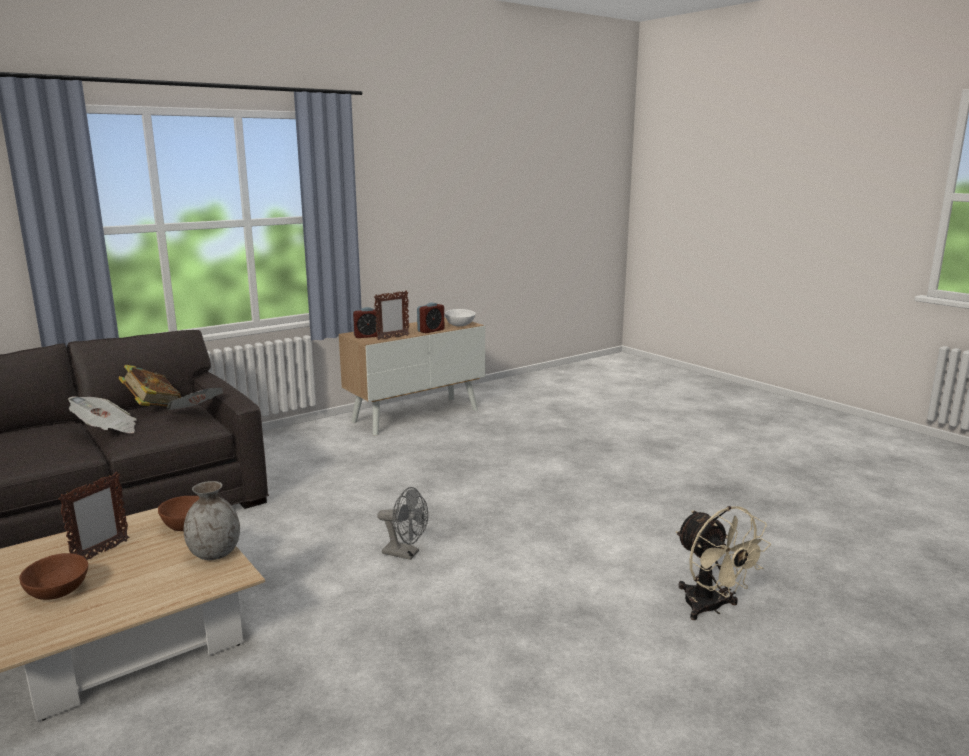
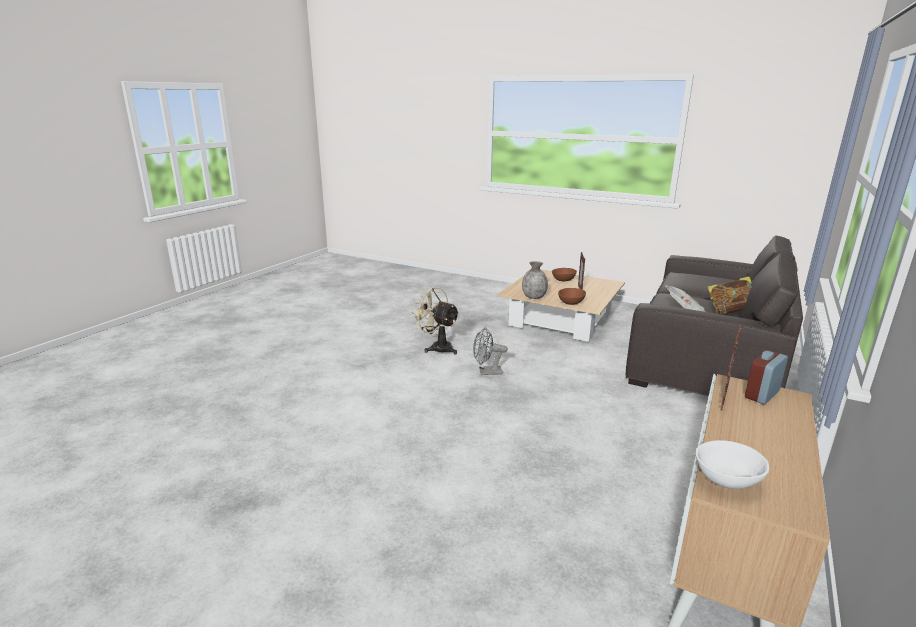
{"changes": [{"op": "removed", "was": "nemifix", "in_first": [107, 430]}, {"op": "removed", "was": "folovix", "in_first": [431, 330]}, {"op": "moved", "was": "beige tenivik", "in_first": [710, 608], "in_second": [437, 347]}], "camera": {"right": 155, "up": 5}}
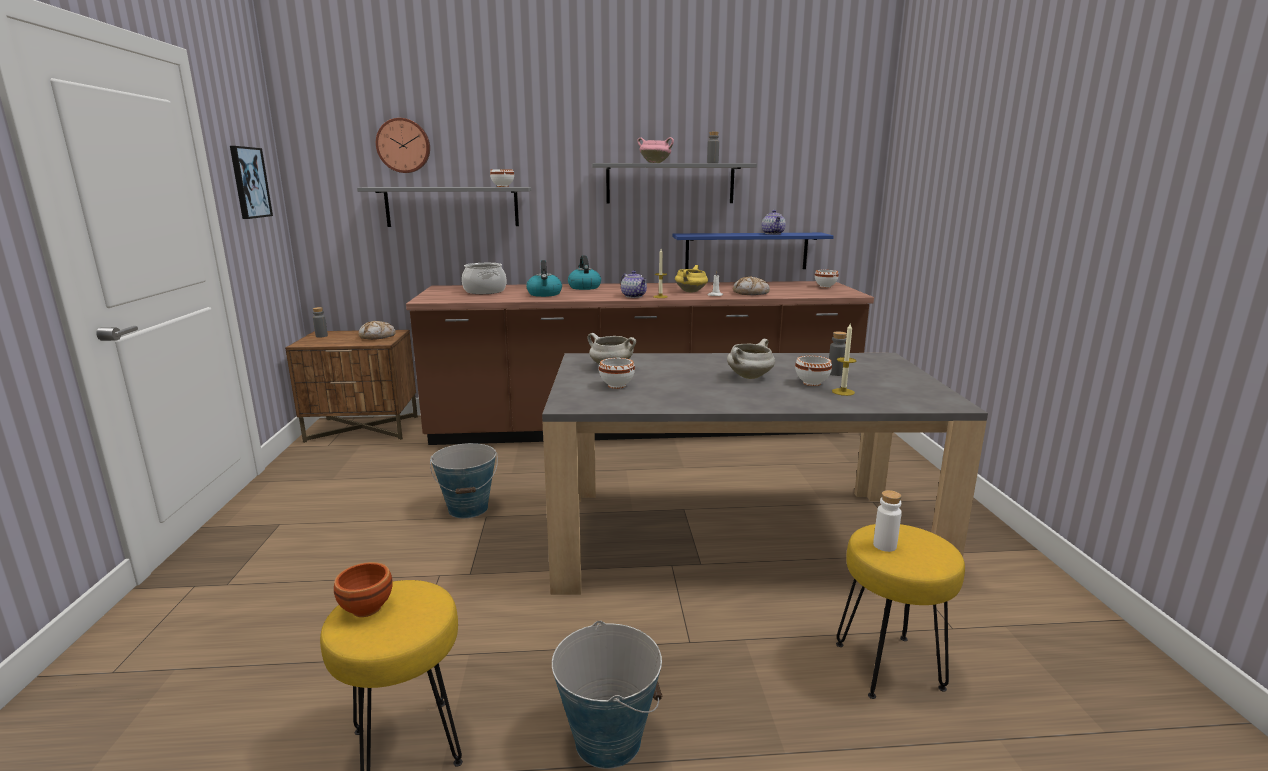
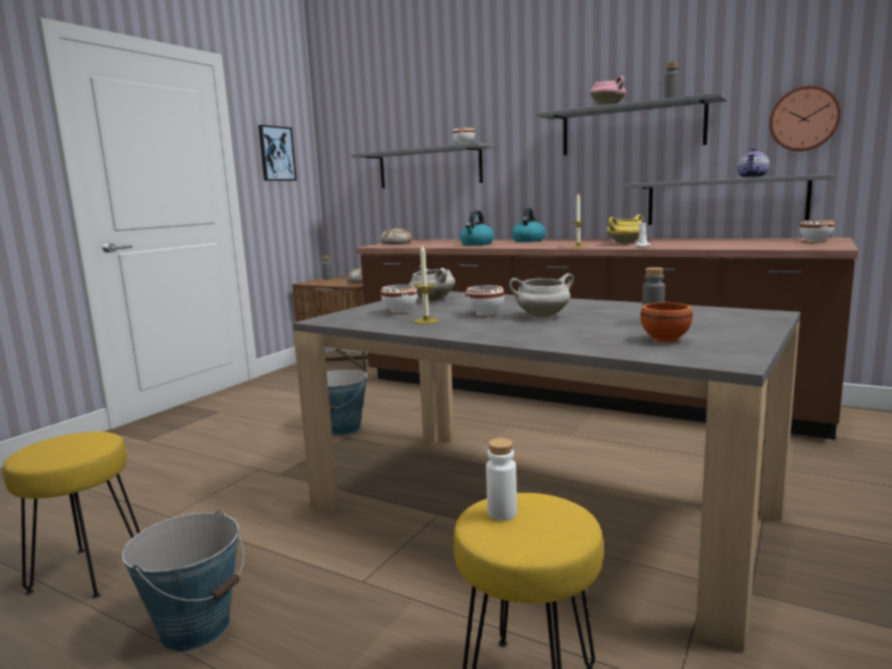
{"changes": [{"op": "removed", "was": "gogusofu", "in_first": [485, 291]}, {"op": "removed", "was": "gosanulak", "in_first": [634, 296]}, {"op": "moved", "was": "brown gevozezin", "in_first": [368, 608], "in_second": [666, 340]}, {"op": "moved", "was": "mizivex", "in_first": [404, 145], "in_second": [804, 119]}, {"op": "moved", "was": "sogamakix", "in_first": [751, 293], "in_second": [396, 243]}, {"op": "moved", "was": "white gevozezin", "in_first": [811, 383], "in_second": [484, 314]}, {"op": "moved", "was": "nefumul", "in_first": [843, 392], "in_second": [426, 321]}, {"op": "recoloured", "was": "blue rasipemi", "now": "grey rasipemi", "in_first": [746, 251], "in_second": [725, 201]}], "camera": {"right": 35, "up": -5}}
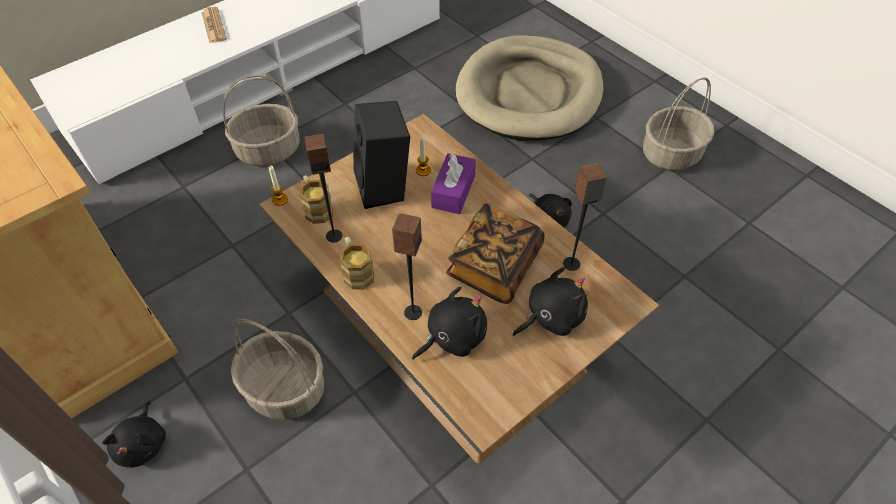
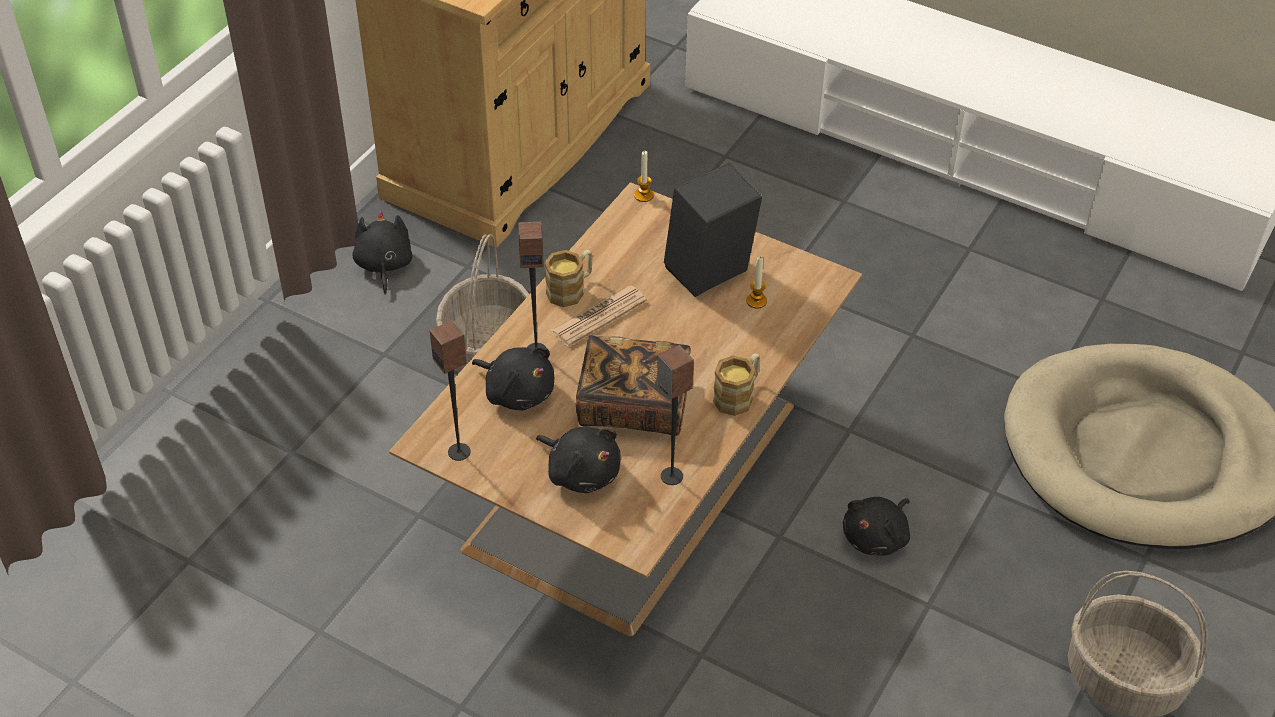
{"changes": [{"op": "removed", "was": "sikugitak", "in_first": [269, 150]}, {"op": "removed", "was": "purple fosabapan", "in_first": [453, 191]}, {"op": "moved", "was": "nemifix", "in_first": [214, 26], "in_second": [598, 316]}, {"op": "moved", "was": "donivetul", "in_first": [316, 208], "in_second": [738, 395]}, {"op": "moved", "was": "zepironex", "in_first": [334, 235], "in_second": [459, 452]}, {"op": "turned", "was": "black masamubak", "in_first": [143, 444], "in_second": [383, 266], "clockwise": 105}], "camera": {"right": 70, "up": -5}}
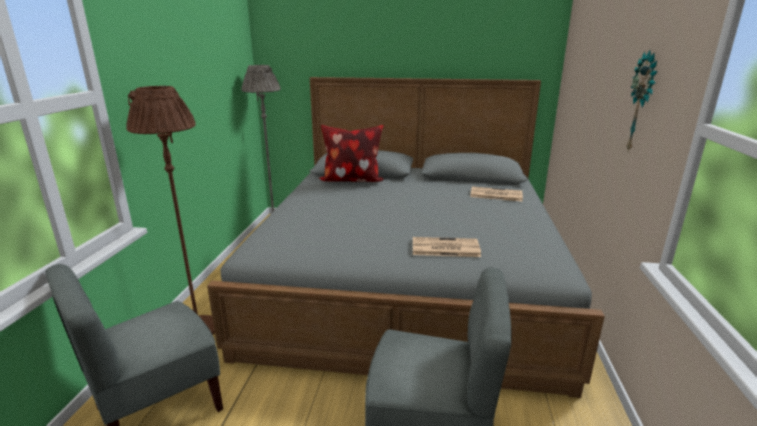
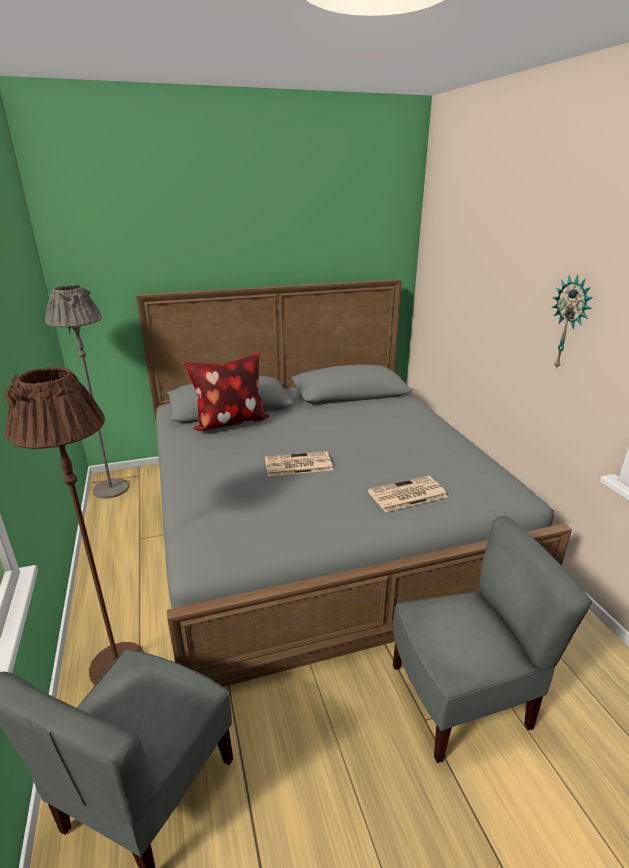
{"changes": [{"op": "moved", "was": "nemifix", "in_first": [495, 195], "in_second": [297, 465]}], "camera": {"right": -25, "up": 5}}
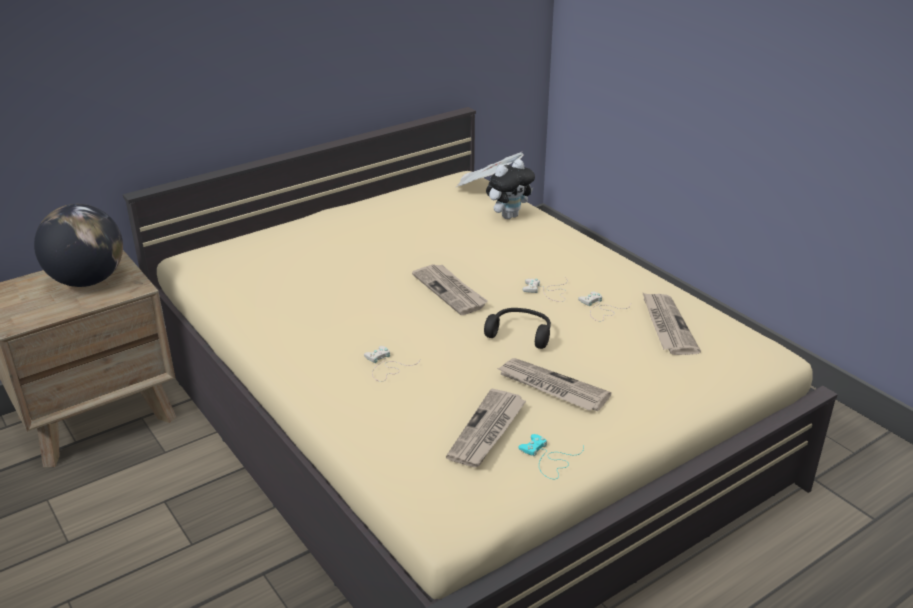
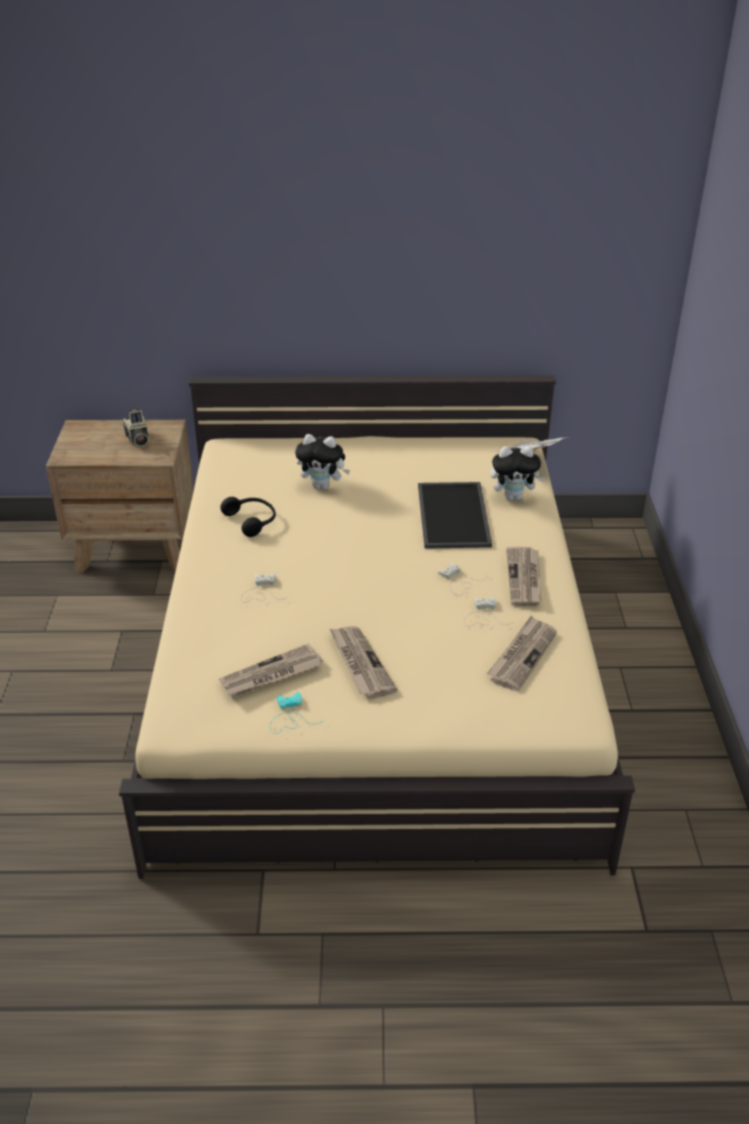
{"changes": [{"op": "added", "now": "masamubak", "in_second": [323, 486]}, {"op": "added", "now": "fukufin", "in_second": [455, 516]}, {"op": "moved", "was": "nemifix", "in_first": [450, 291], "in_second": [524, 578]}, {"op": "moved", "was": "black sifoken", "in_first": [520, 333], "in_second": [252, 521]}, {"op": "replaced", "was": "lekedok", "now": "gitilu", "in_first": [87, 281], "in_second": [137, 439]}], "camera": {"right": 35, "up": 5}}
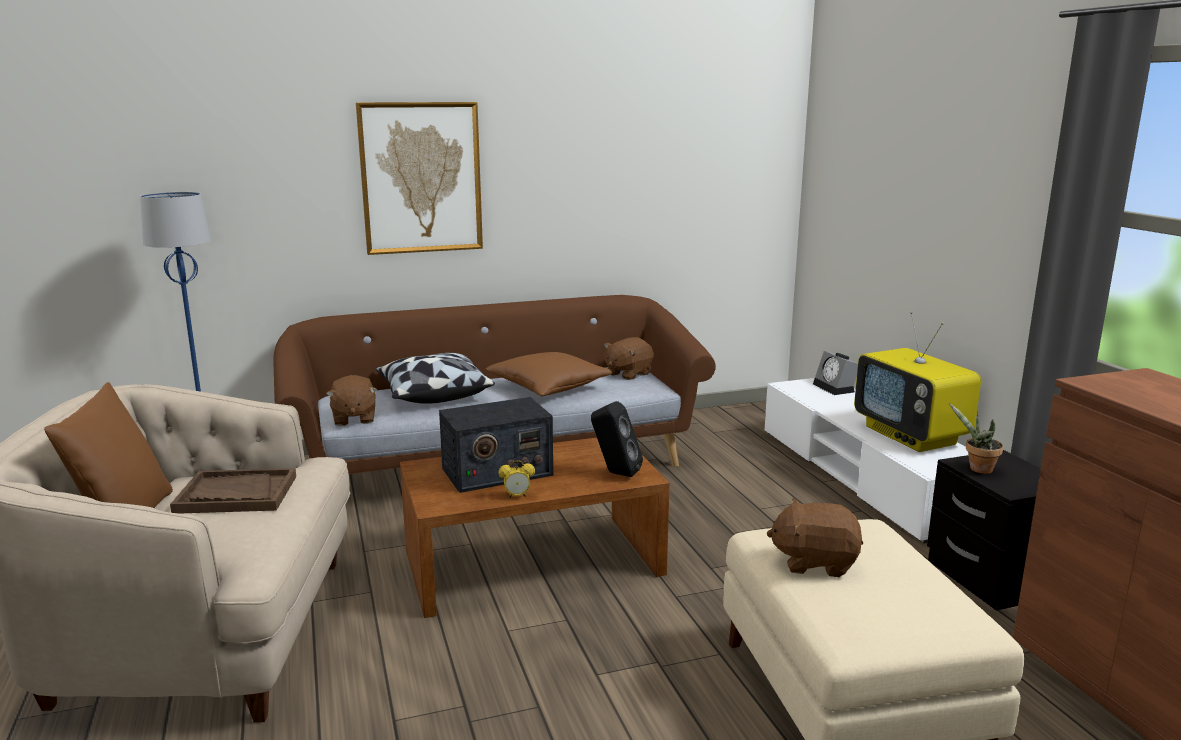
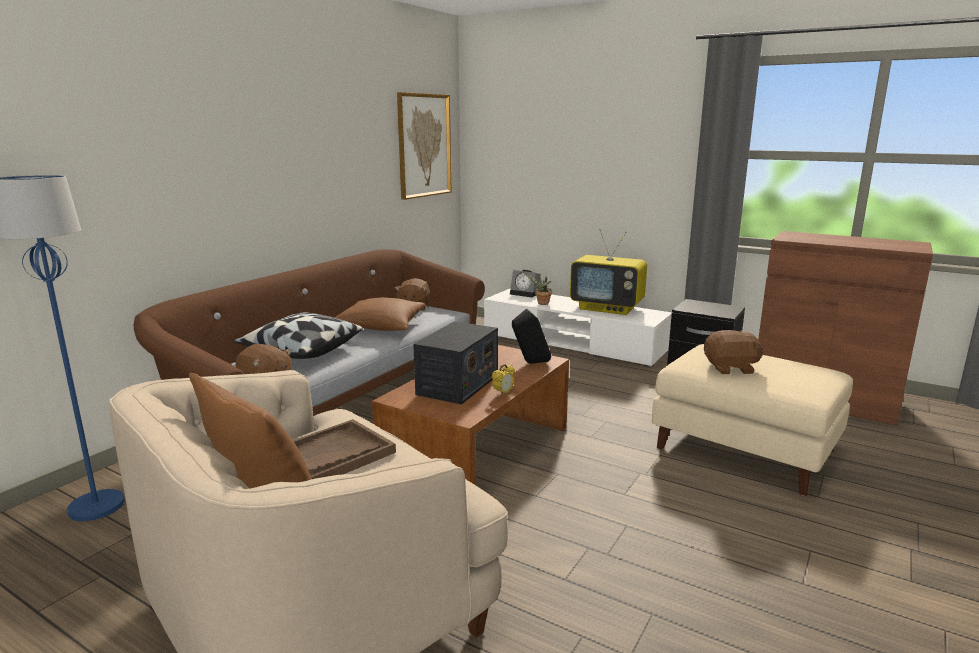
{"changes": [{"op": "moved", "was": "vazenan", "in_first": [421, 178], "in_second": [424, 145]}, {"op": "moved", "was": "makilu", "in_first": [977, 469], "in_second": [541, 304]}, {"op": "turned", "was": "brown masamubak", "in_first": [814, 562], "in_second": [730, 368], "clockwise": -150}], "camera": {"right": -40, "up": 0}}
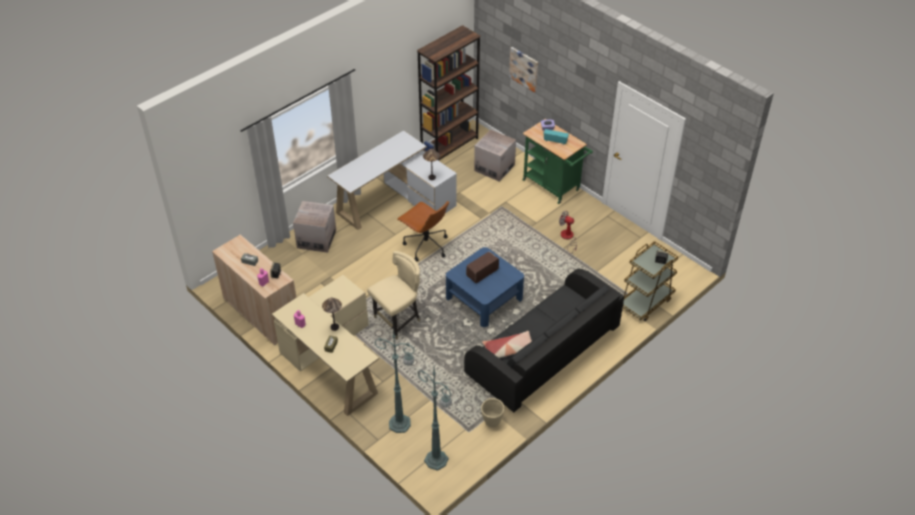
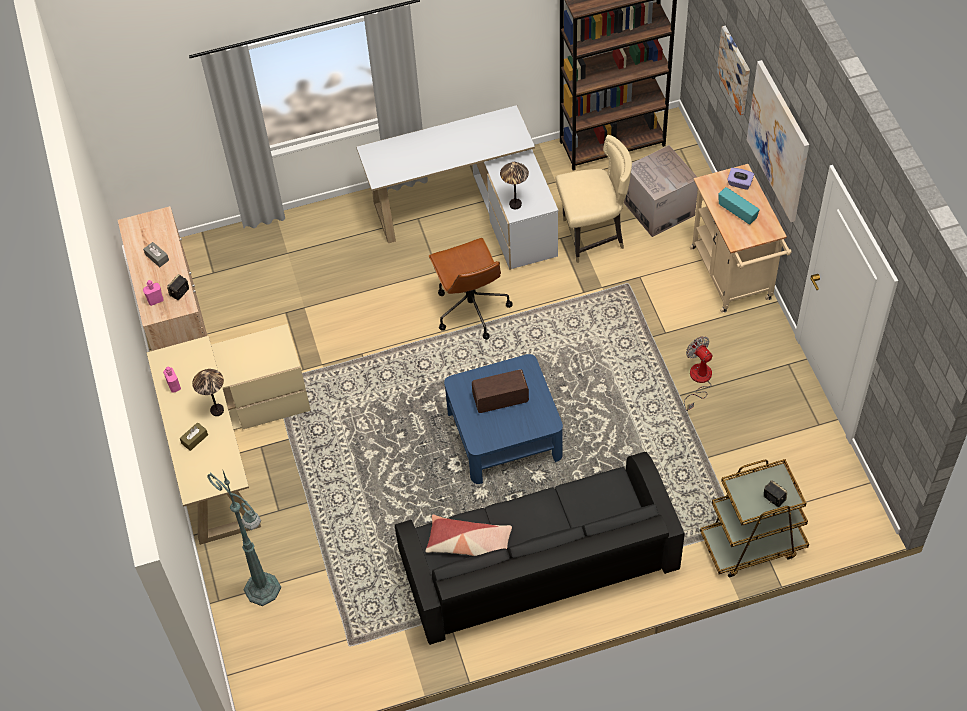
{"changes": [{"op": "removed", "was": "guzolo", "in_first": [316, 239]}, {"op": "removed", "was": "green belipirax", "in_first": [437, 461]}, {"op": "removed", "was": "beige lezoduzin", "in_first": [492, 422]}, {"op": "added", "now": "vazenan", "in_second": [778, 141]}, {"op": "moved", "was": "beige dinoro", "in_first": [398, 321], "in_second": [593, 236]}, {"op": "recoloured", "was": "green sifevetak", "now": "beige sifevetak", "in_first": [554, 187], "in_second": [733, 278]}], "camera": {"right": 30, "up": 10}}
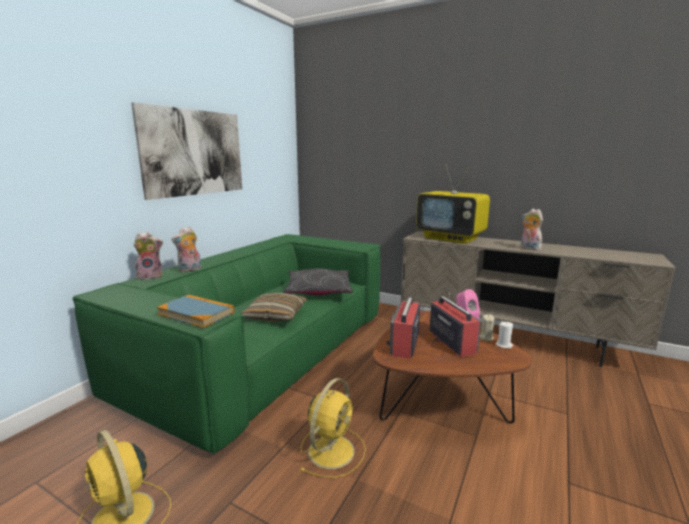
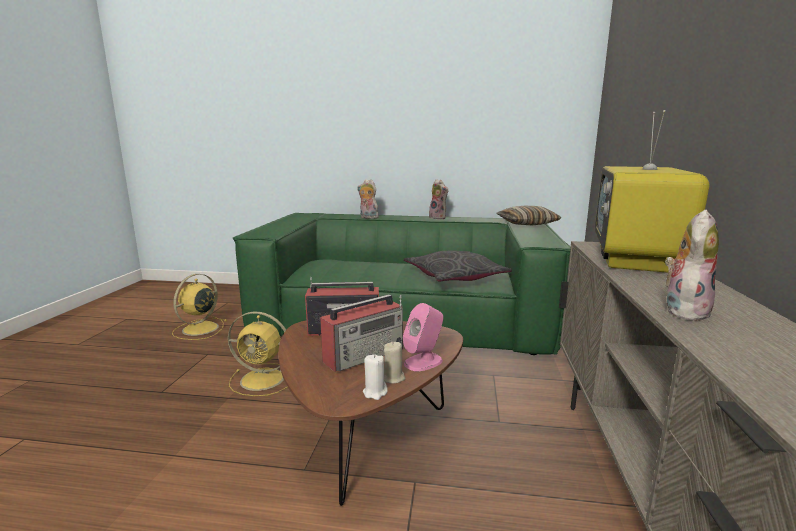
{"changes": [{"op": "removed", "was": "vazenan", "in_first": [194, 152]}, {"op": "removed", "was": "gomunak", "in_first": [196, 313]}, {"op": "moved", "was": "masamubak", "in_first": [151, 276], "in_second": [438, 218]}, {"op": "moved", "was": "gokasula", "in_first": [275, 315], "in_second": [527, 224]}], "camera": {"right": 70, "up": 0}}
